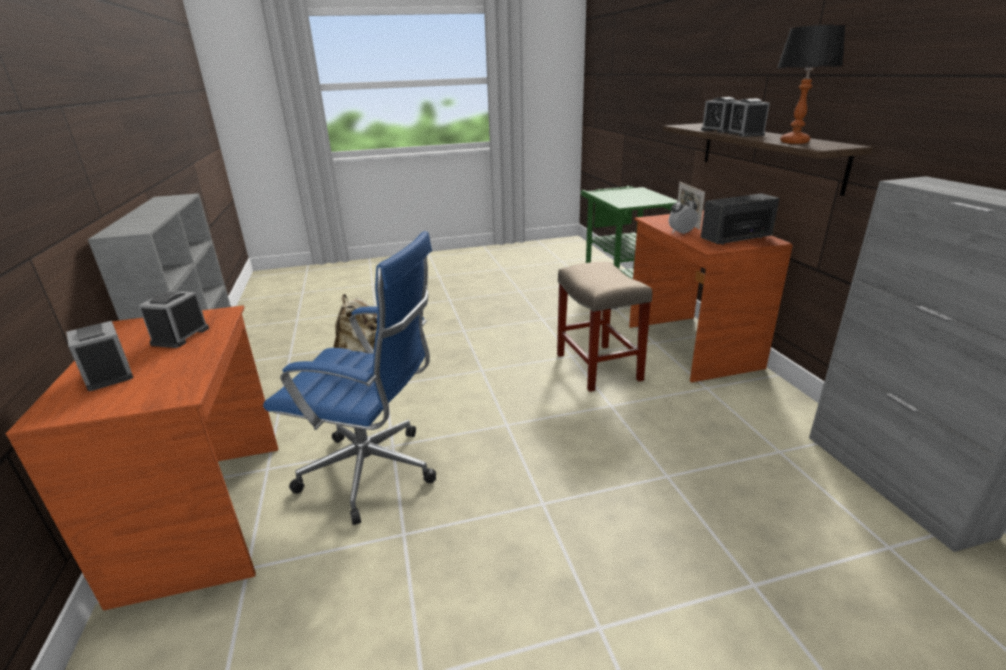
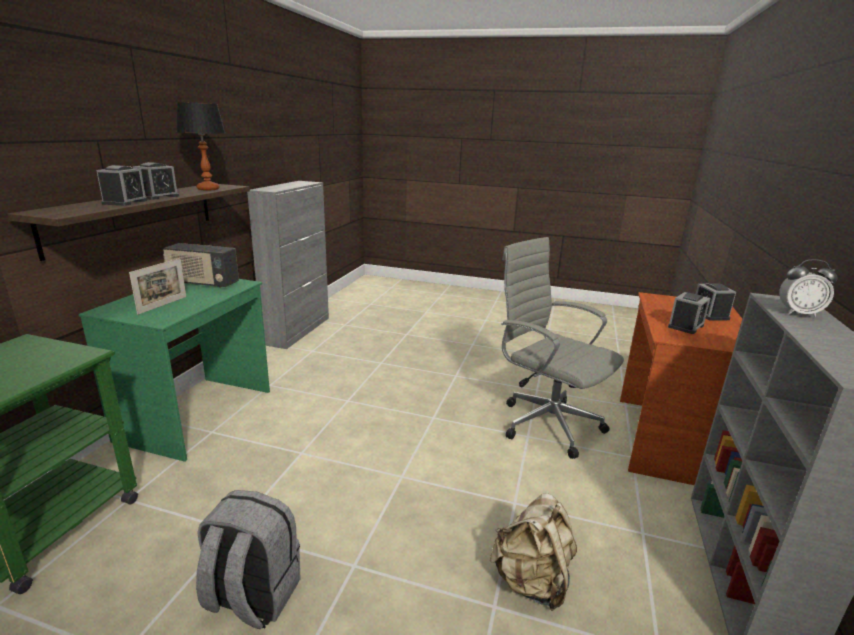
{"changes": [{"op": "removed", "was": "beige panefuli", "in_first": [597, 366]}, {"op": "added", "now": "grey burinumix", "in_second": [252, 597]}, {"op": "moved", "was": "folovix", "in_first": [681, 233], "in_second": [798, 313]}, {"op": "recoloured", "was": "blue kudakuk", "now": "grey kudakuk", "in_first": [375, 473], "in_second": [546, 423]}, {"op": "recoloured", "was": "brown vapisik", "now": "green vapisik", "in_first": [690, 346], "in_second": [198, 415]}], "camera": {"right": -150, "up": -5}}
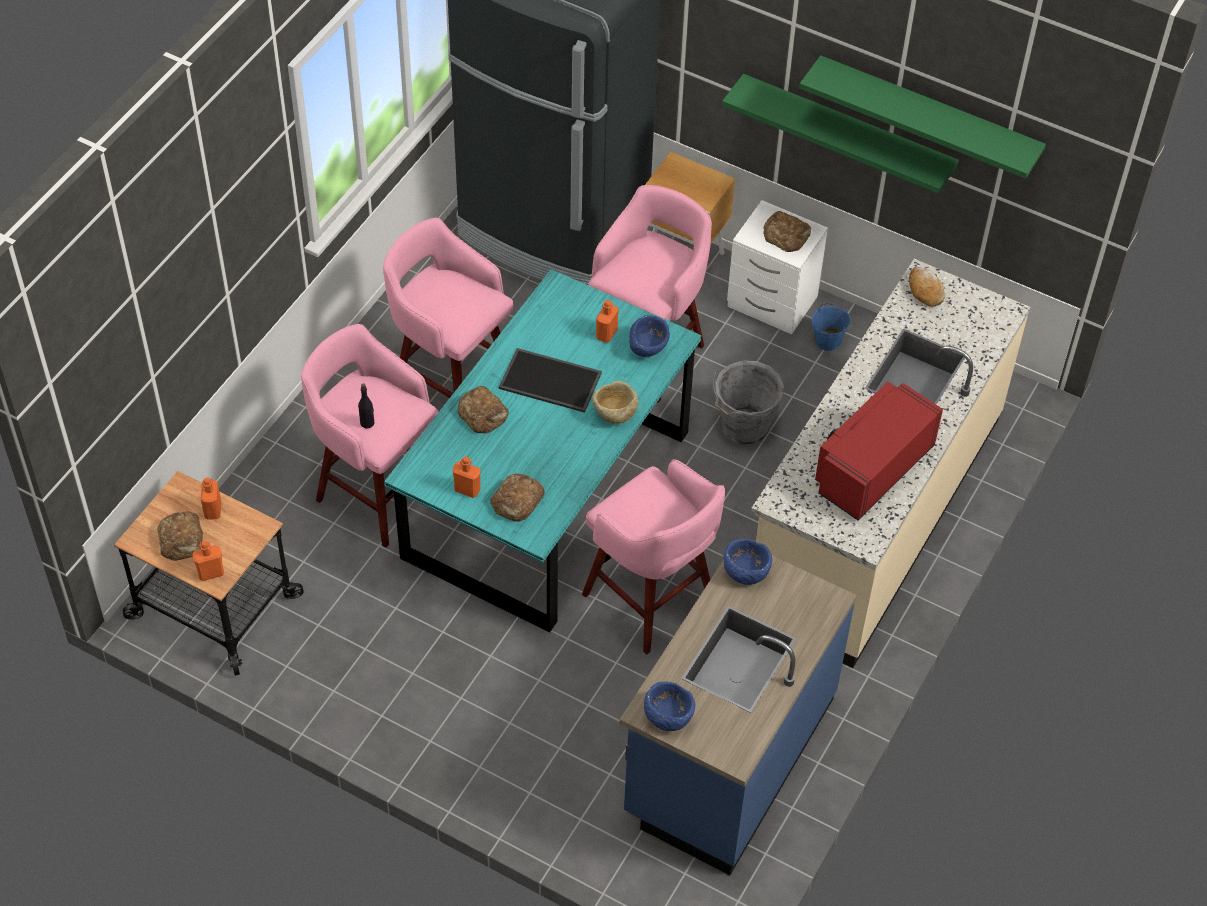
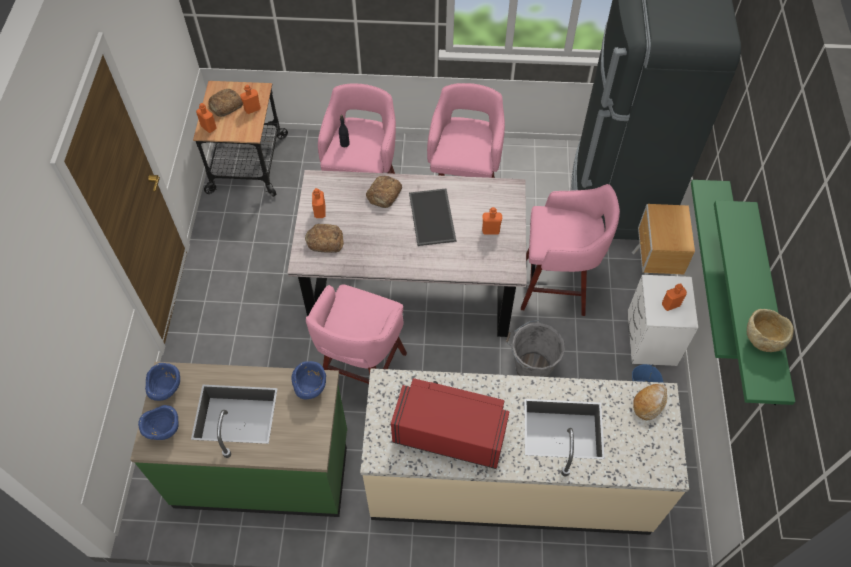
{"changes": [{"op": "moved", "was": "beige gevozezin", "in_first": [614, 414], "in_second": [762, 339]}, {"op": "moved", "was": "blue gevozezin", "in_first": [648, 349], "in_second": [164, 430]}, {"op": "replaced", "was": "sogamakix", "now": "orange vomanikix", "in_first": [786, 235], "in_second": [670, 304]}, {"op": "recoloured", "was": "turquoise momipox", "now": "grey momipox", "in_first": [545, 493], "in_second": [412, 280]}, {"op": "recoloured", "was": "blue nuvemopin", "now": "green nuvemopin", "in_first": [727, 757], "in_second": [263, 468]}], "camera": {"right": 65, "up": 5}}
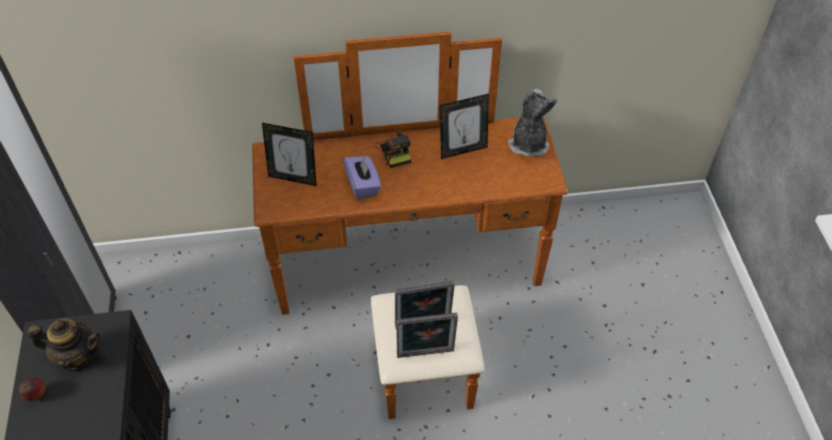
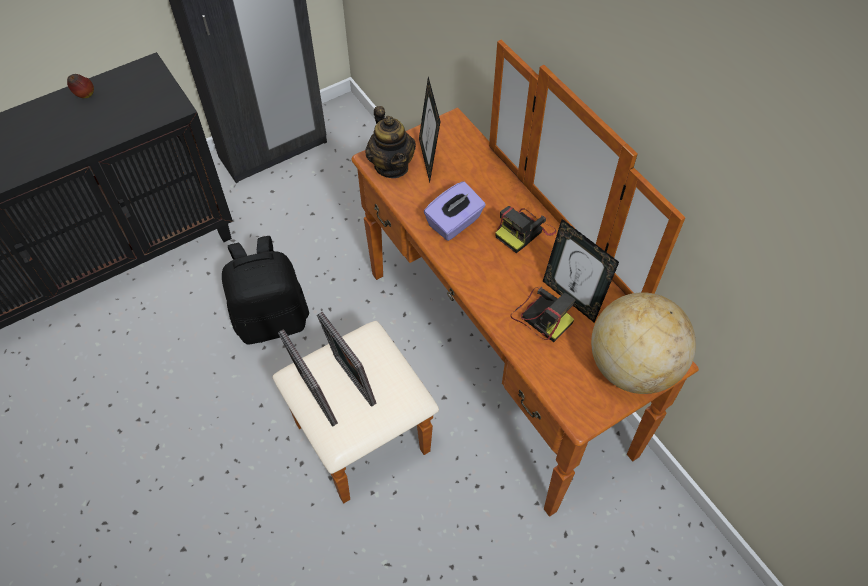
{"changes": [{"op": "added", "now": "black burinumix", "in_second": [272, 319]}, {"op": "added", "now": "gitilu", "in_second": [541, 316]}, {"op": "moved", "was": "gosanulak", "in_first": [78, 357], "in_second": [392, 166]}, {"op": "replaced", "was": "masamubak", "now": "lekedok", "in_first": [528, 143], "in_second": [632, 366]}], "camera": {"right": 65, "up": 5}}
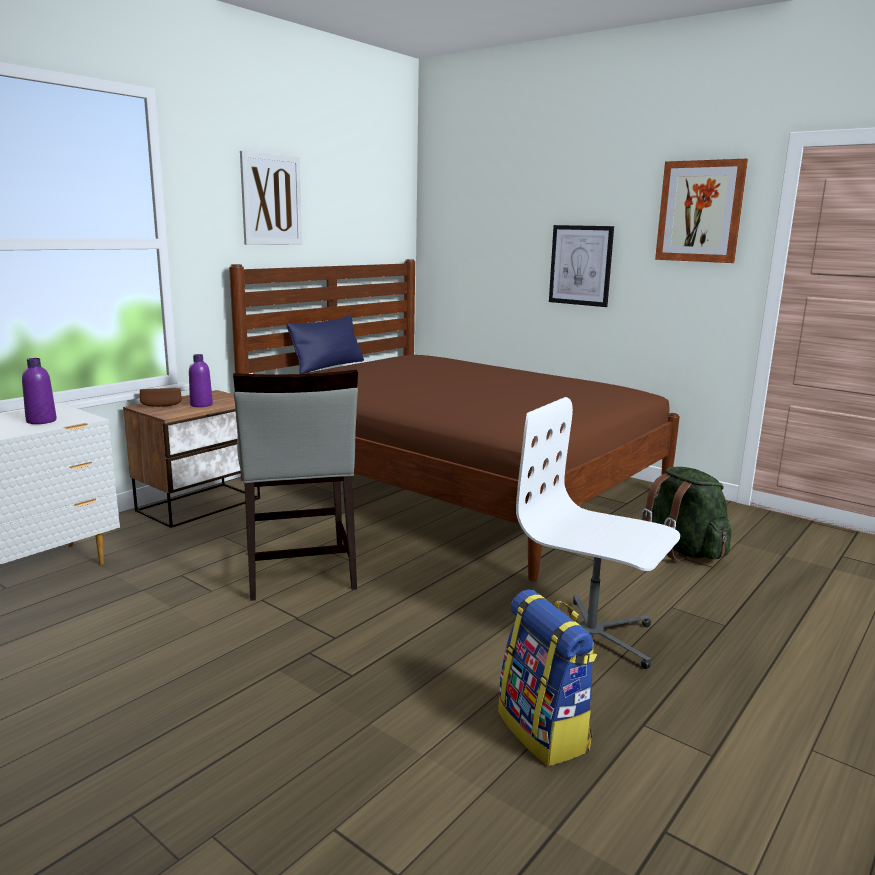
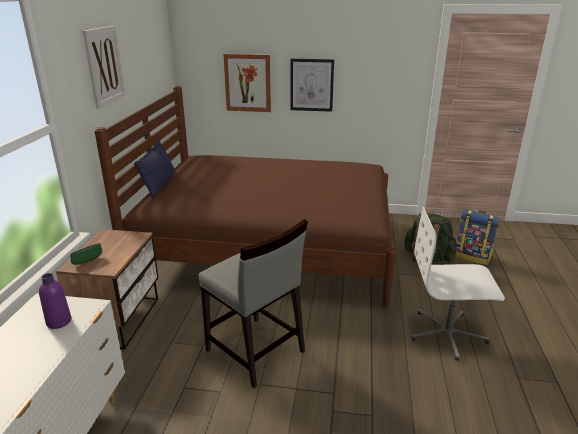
{"changes": [{"op": "removed", "was": "purple vomanikix", "in_first": [201, 405]}, {"op": "moved", "was": "burinumix", "in_first": [545, 731], "in_second": [472, 256]}, {"op": "moved", "was": "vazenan", "in_first": [700, 211], "in_second": [248, 83]}, {"op": "recoloured", "was": "brown gevozezin", "now": "green gevozezin", "in_first": [161, 406], "in_second": [88, 261]}], "camera": {"right": -30, "up": 10}}
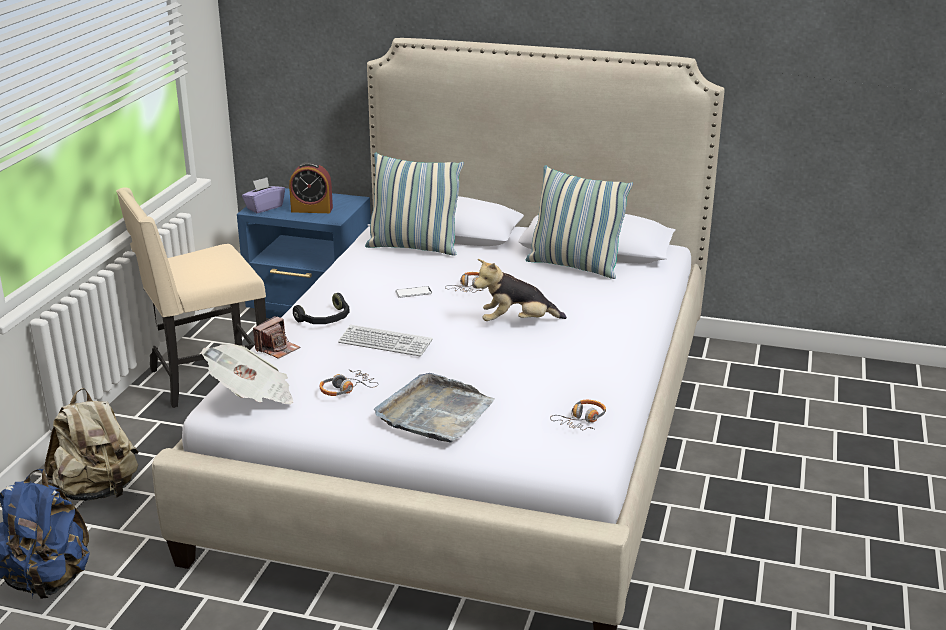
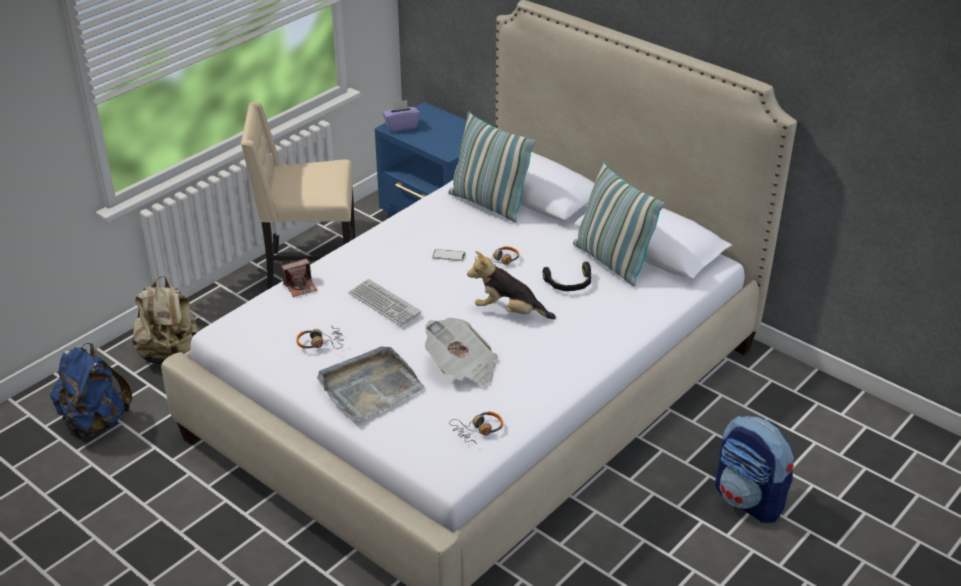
{"changes": [{"op": "removed", "was": "folovix", "in_first": [312, 209]}, {"op": "added", "now": "burinumix", "in_second": [749, 500]}, {"op": "moved", "was": "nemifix", "in_first": [252, 395], "in_second": [462, 368]}, {"op": "moved", "was": "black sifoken", "in_first": [325, 319], "in_second": [569, 284]}], "camera": {"right": 25, "up": 10}}
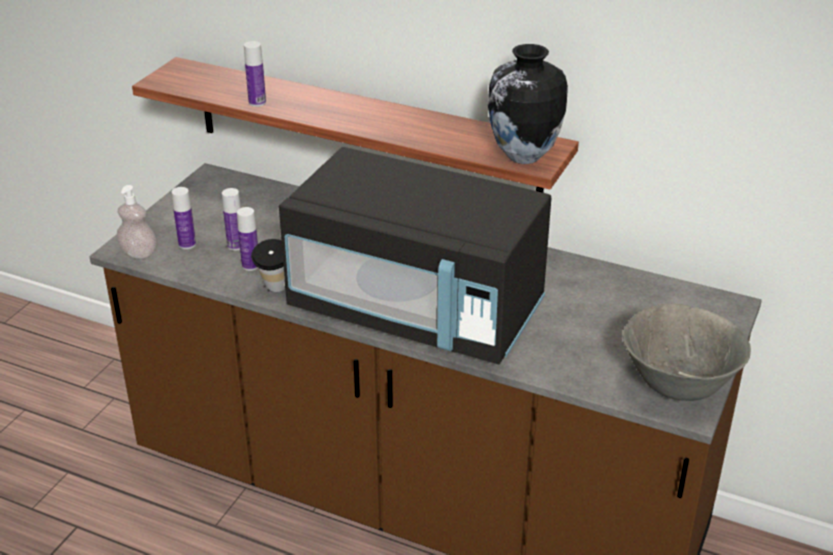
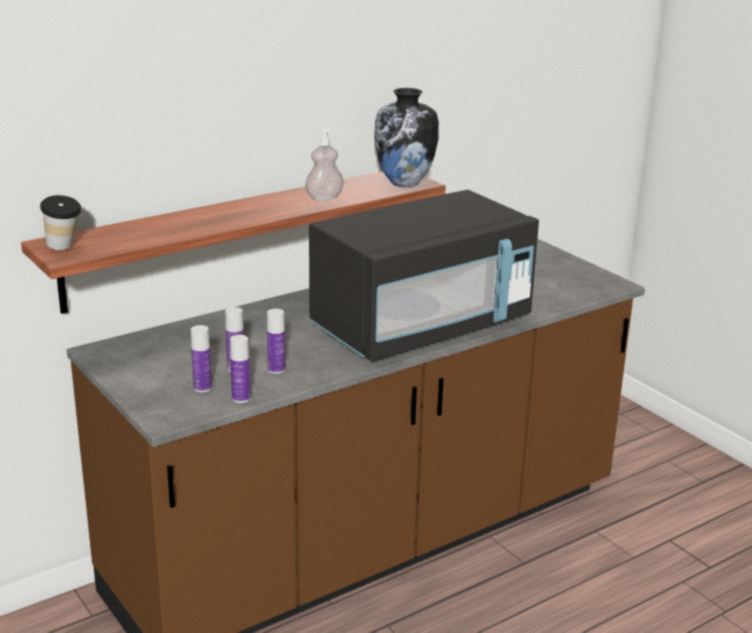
{"changes": [{"op": "removed", "was": "grey gevozezin", "in_first": [678, 385]}, {"op": "moved", "was": "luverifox", "in_first": [139, 253], "in_second": [324, 198]}, {"op": "moved", "was": "vomanikix", "in_first": [257, 102], "in_second": [241, 398]}, {"op": "moved", "was": "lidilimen", "in_first": [275, 290], "in_second": [64, 248]}], "camera": {"right": -60, "up": -10}}
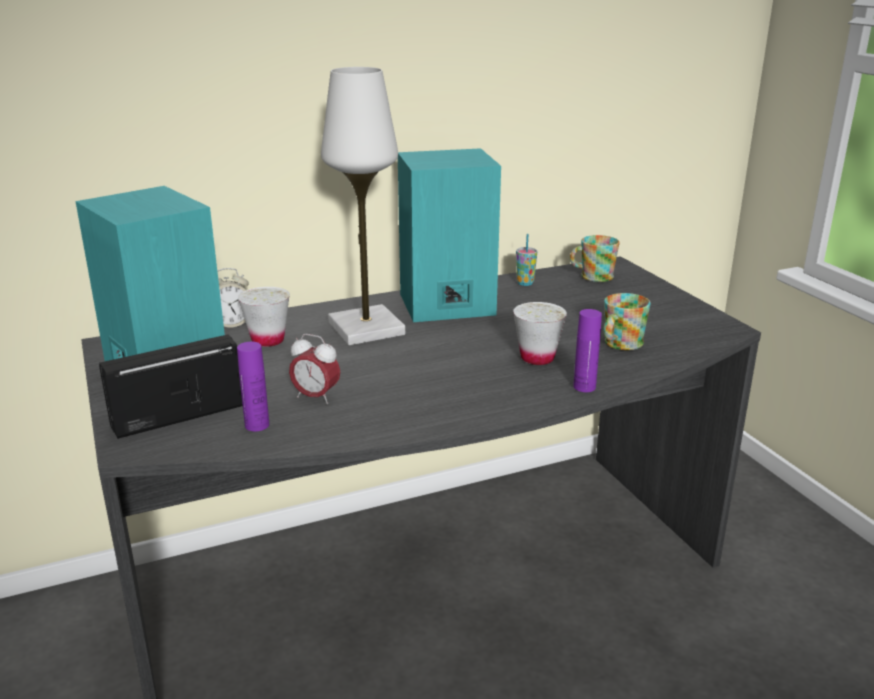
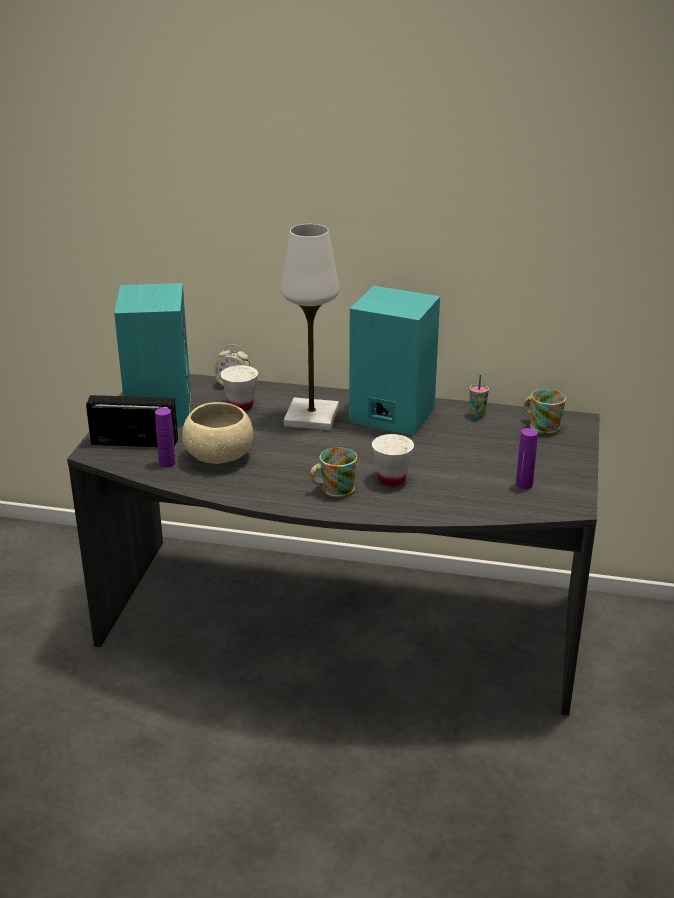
{"changes": [{"op": "moved", "was": "purple vomanikix", "in_first": [584, 387], "in_second": [524, 484]}, {"op": "moved", "was": "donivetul", "in_first": [619, 344], "in_second": [333, 489]}, {"op": "replaced", "was": "folovix", "now": "beige gevozezin", "in_first": [316, 397], "in_second": [219, 457]}], "camera": {"right": 35, "up": 5}}
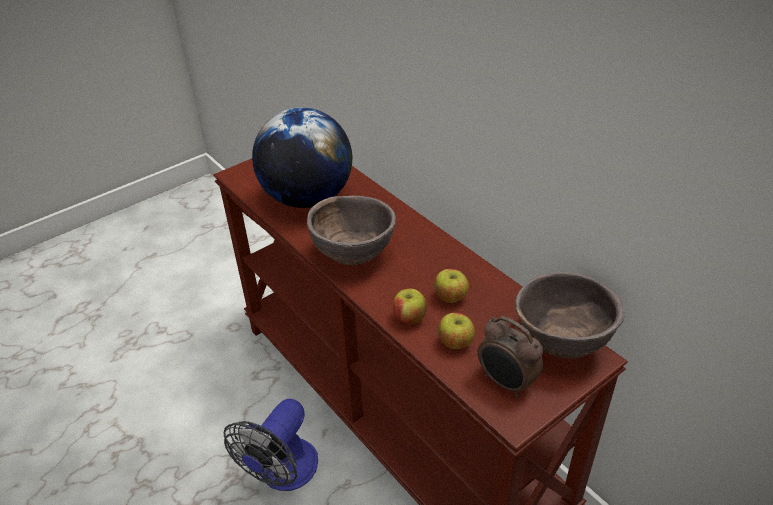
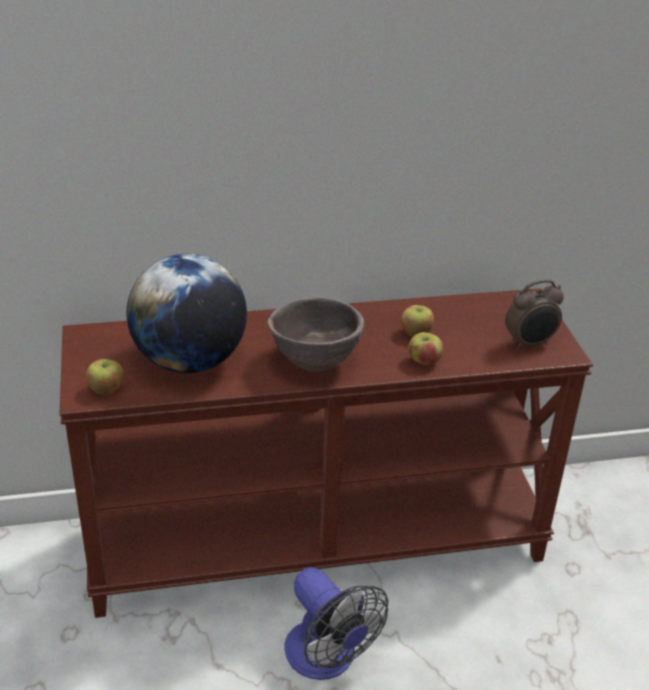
{"changes": [{"op": "removed", "was": "brown gevozezin", "in_first": [561, 344]}, {"op": "moved", "was": "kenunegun", "in_first": [455, 342], "in_second": [106, 389]}], "camera": {"right": -65, "up": -5}}
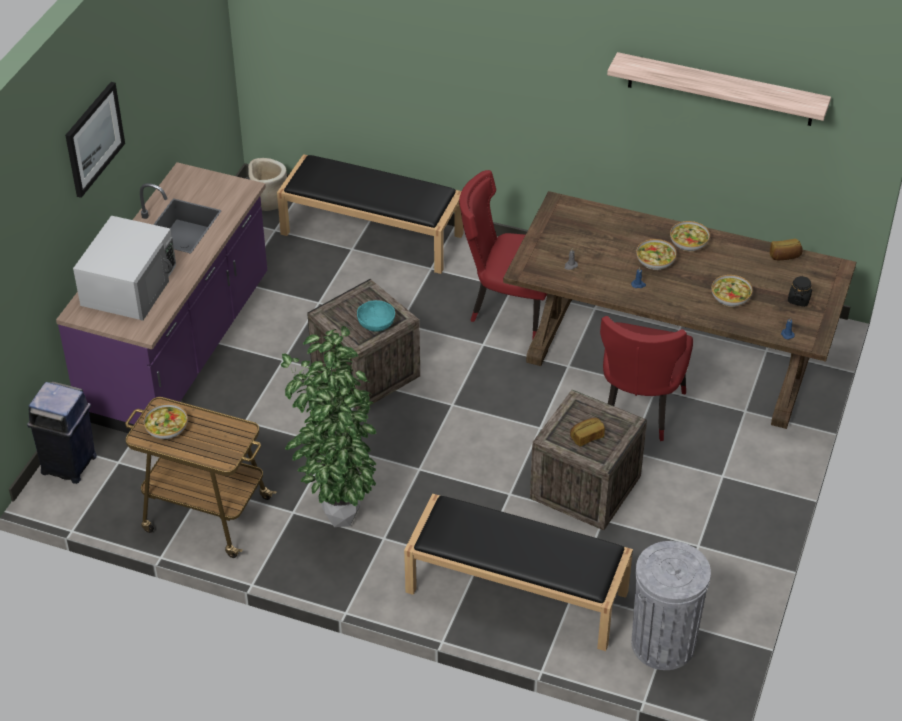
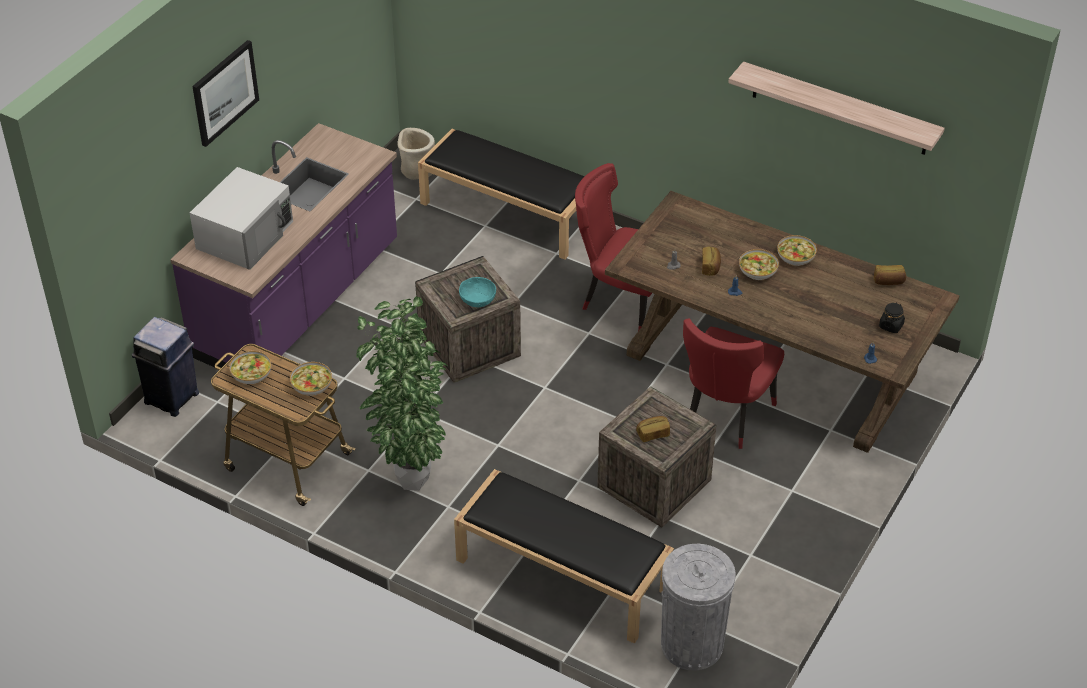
{"changes": [{"op": "added", "now": "sogamakix", "in_second": [710, 267]}, {"op": "moved", "was": "gevozezin", "in_first": [730, 297], "in_second": [311, 385]}], "camera": {"right": 10, "up": 0}}
